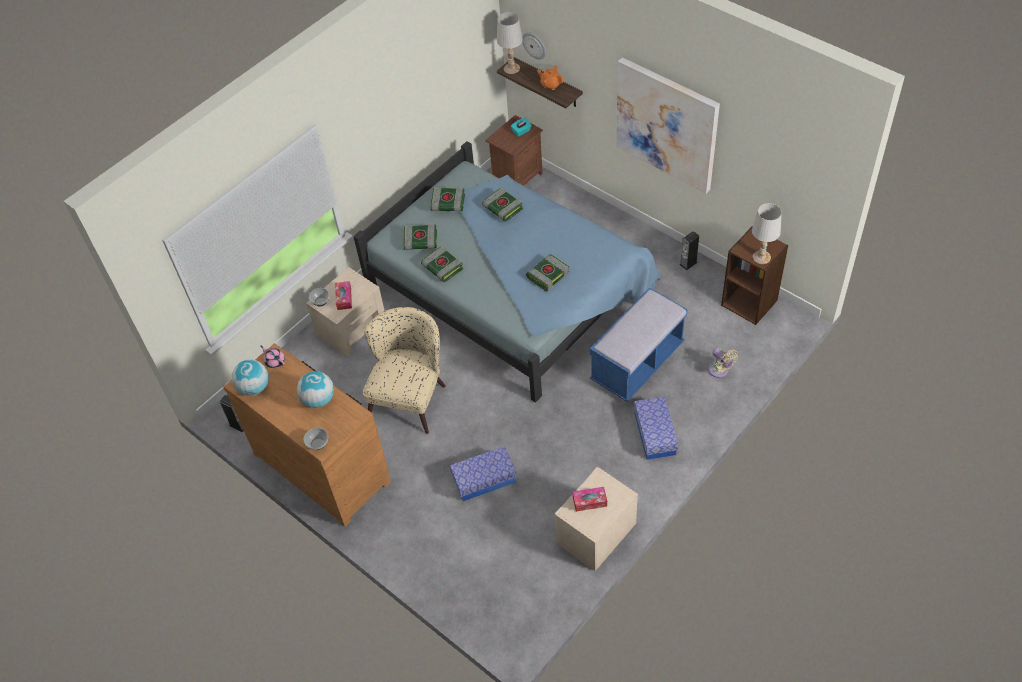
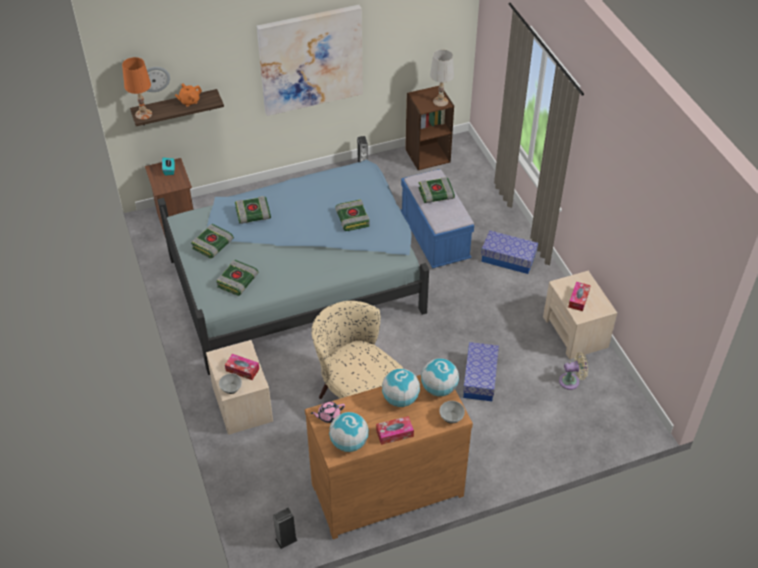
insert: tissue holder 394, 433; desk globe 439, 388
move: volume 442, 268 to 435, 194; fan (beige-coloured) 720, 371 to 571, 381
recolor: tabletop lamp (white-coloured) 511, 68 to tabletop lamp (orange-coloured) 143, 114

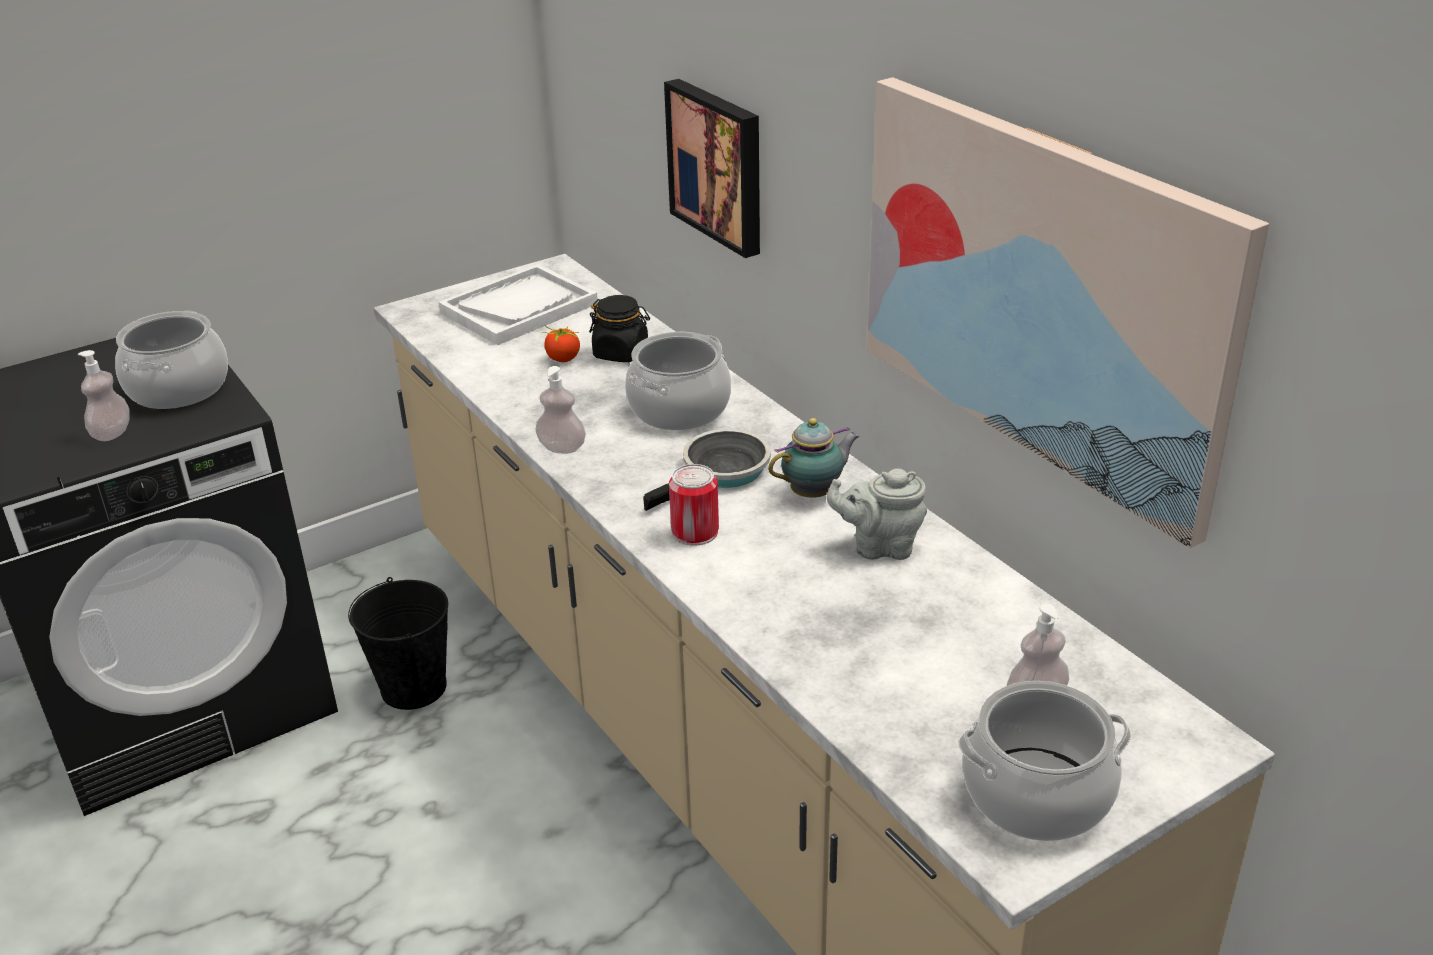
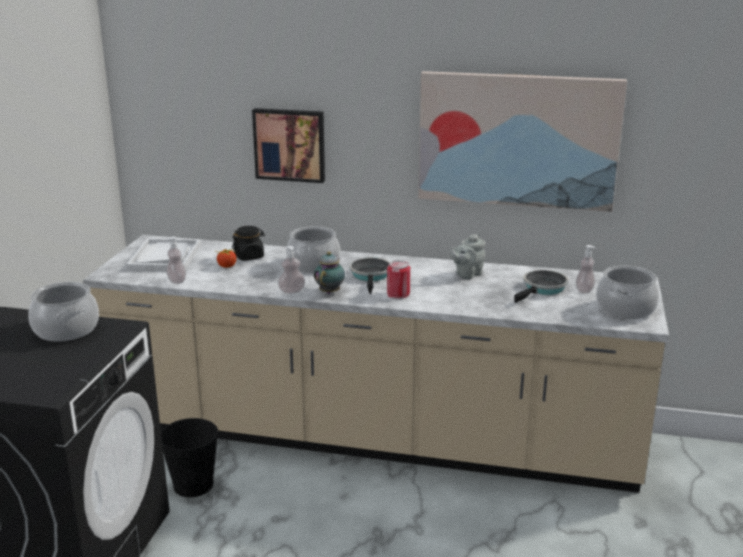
insert: pan 543, 289
move: soap bottle 112, 433 to 177, 281; tea pot 815, 493 to 330, 291

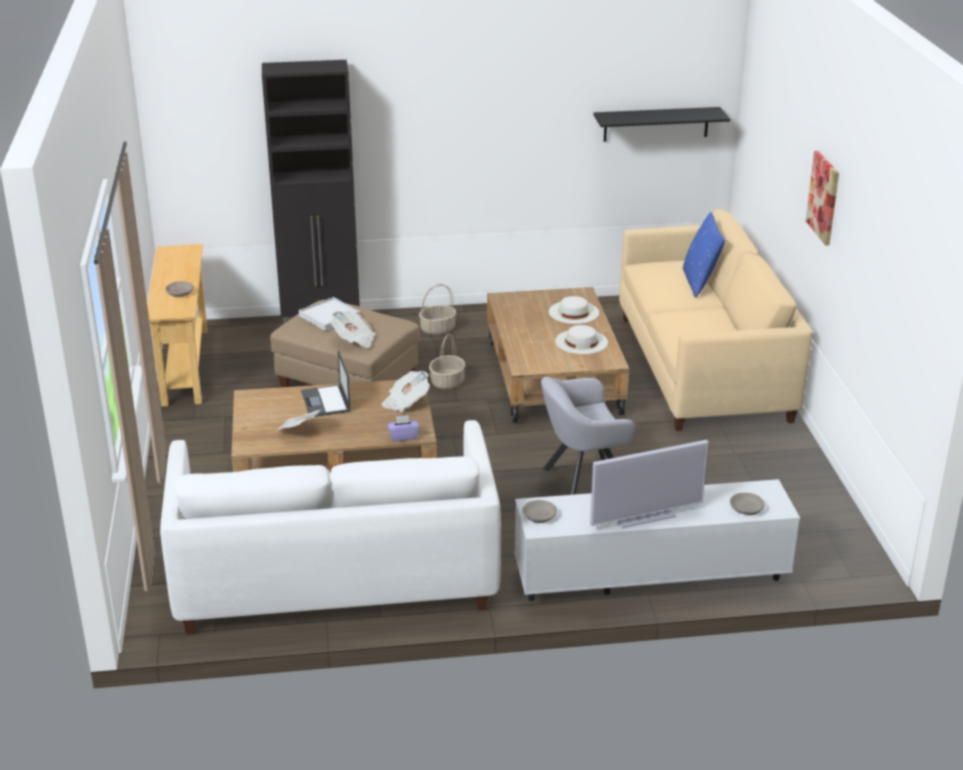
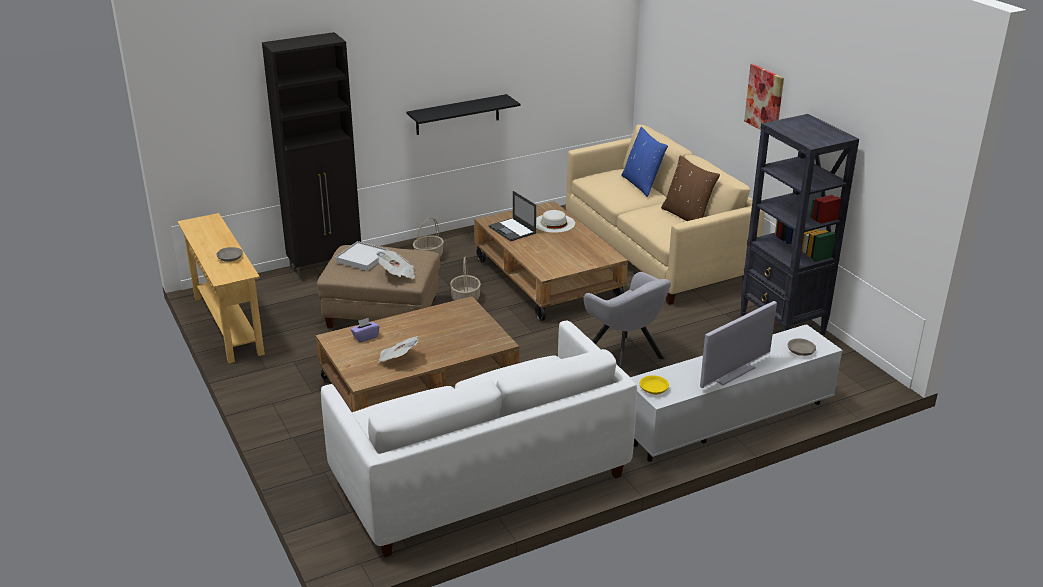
delete: daily paper 405, 402; hat (white-coloured) 581, 341
insert: cushion (brown) 687, 216; bookcase (blackish) 782, 325
move: tissue holder (purplish) 403, 436 to 365, 337; bracket shelf (blackish) 656, 124 to 457, 115; laptop 326, 402 to 512, 230
recolor: deep dish (greyish) 539, 516 to deep dish (yellow) 653, 389
rotate: easy chair (greyish) 581, 482 = 625, 358 90 degrees counterclockwise

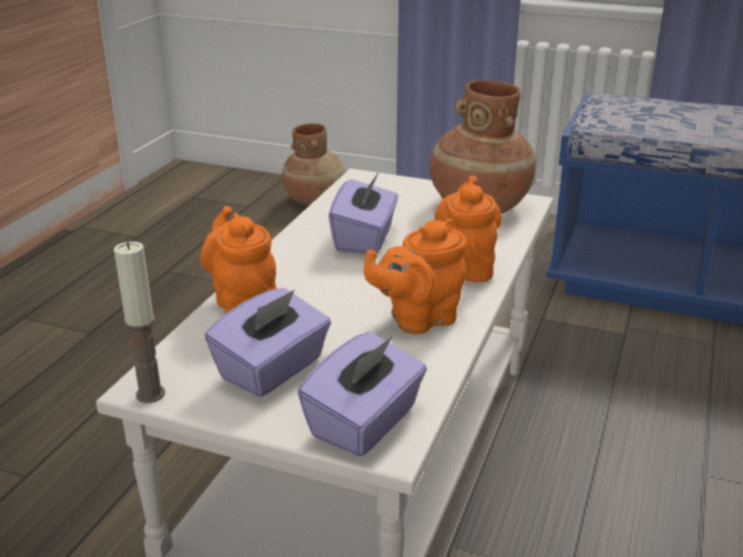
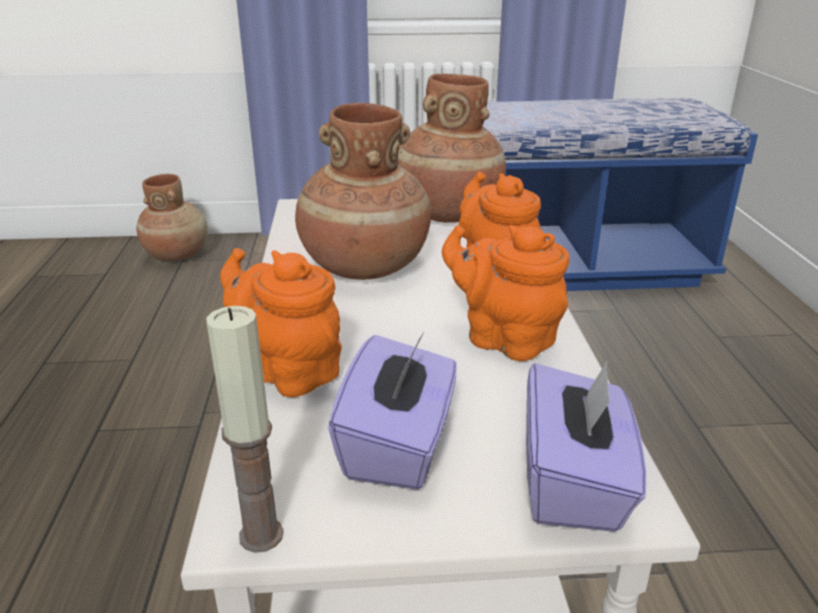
replace: tissue holder (purplish) 365, 239 to vase (brown) 364, 266
rotate: tea pot (orange-coloured) 418, 319 = 504, 339 90 degrees clockwise

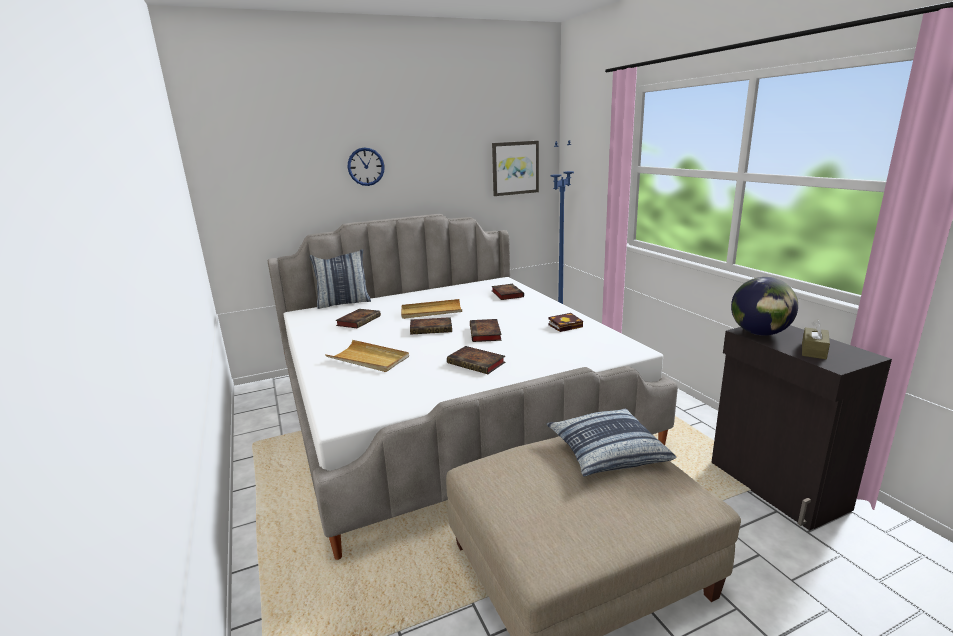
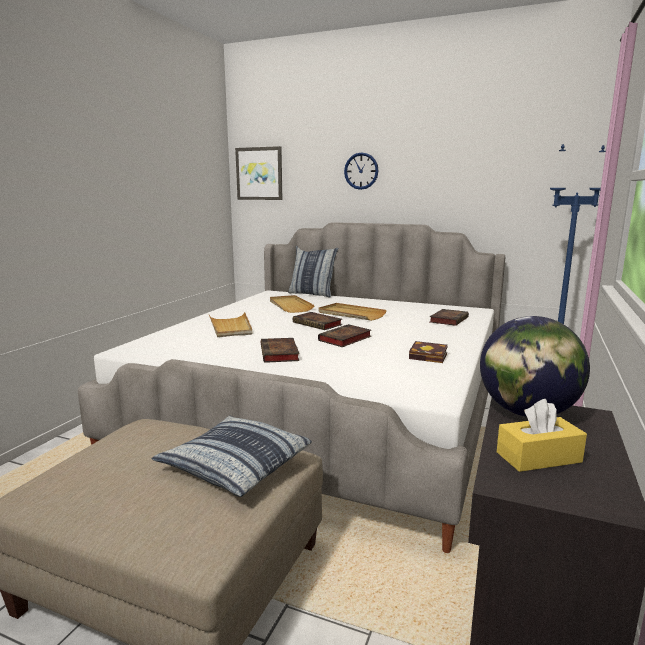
move: wall art 515, 168 to 259, 173
replace: volume 359, 320 to tray (beige-coloured) 290, 306
recolor: tissue holder (brown) 813, 350 to tissue holder (yellow) 538, 457

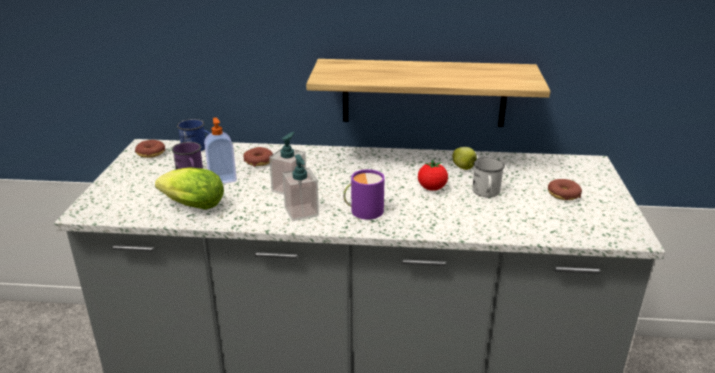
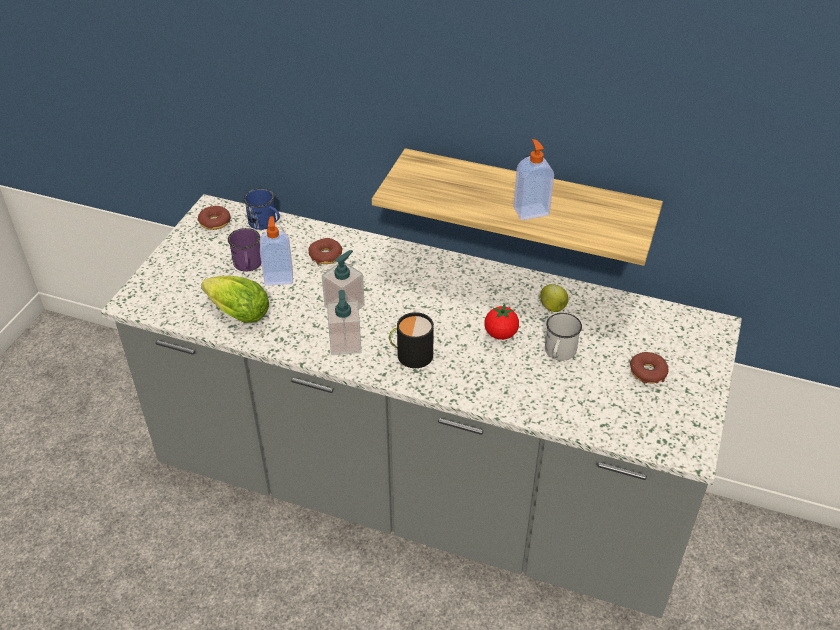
insert: soap bottle 530, 211
recolor: tea mug (purplish) 363, 210 to tea mug (blackish) 411, 354

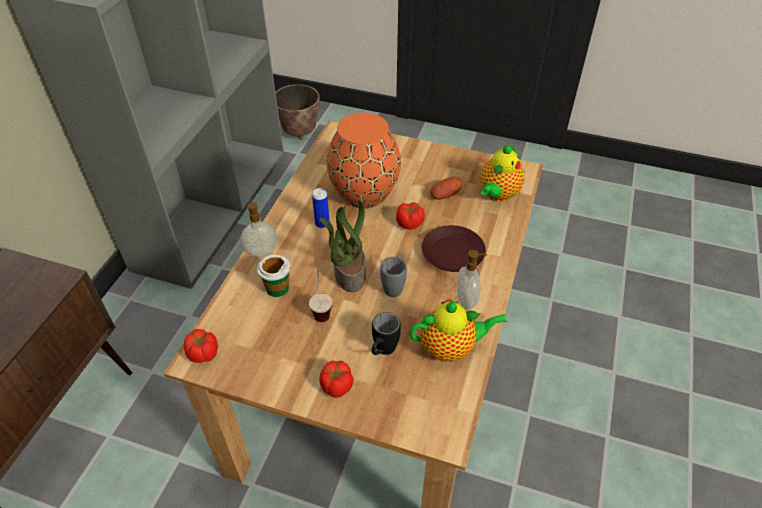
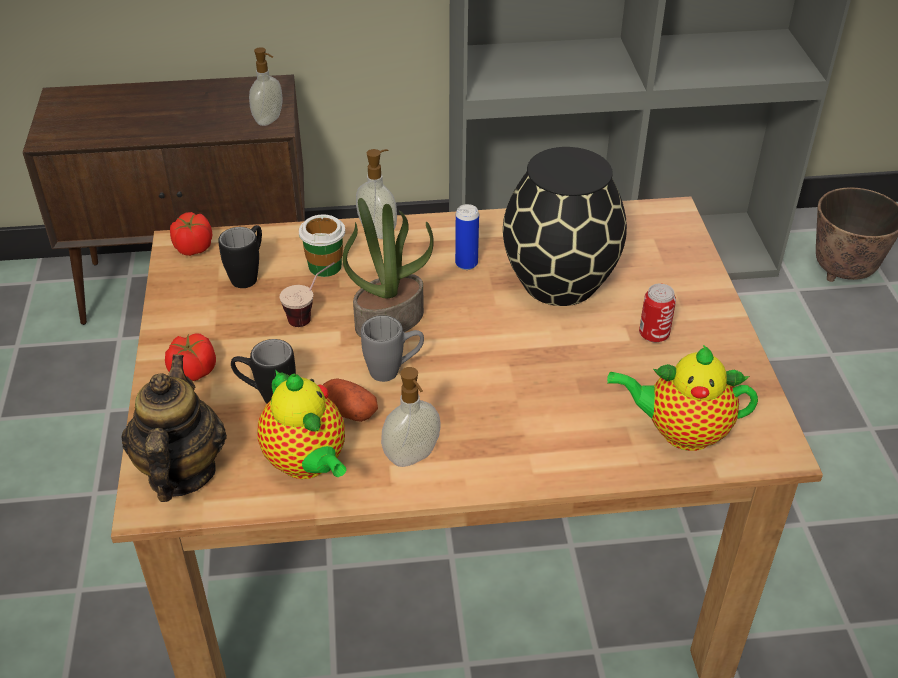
delete: tomato 410, 223; plate (brown) 452, 254
insert: tea pot 181, 472; tea mug (blackish) 249, 275; soap bottle 269, 120; sealed can 653, 335
move: whole potato 445, 195 to 348, 411
recolor: vase (orange-coloured) 365, 193 to vase (blackish) 560, 284

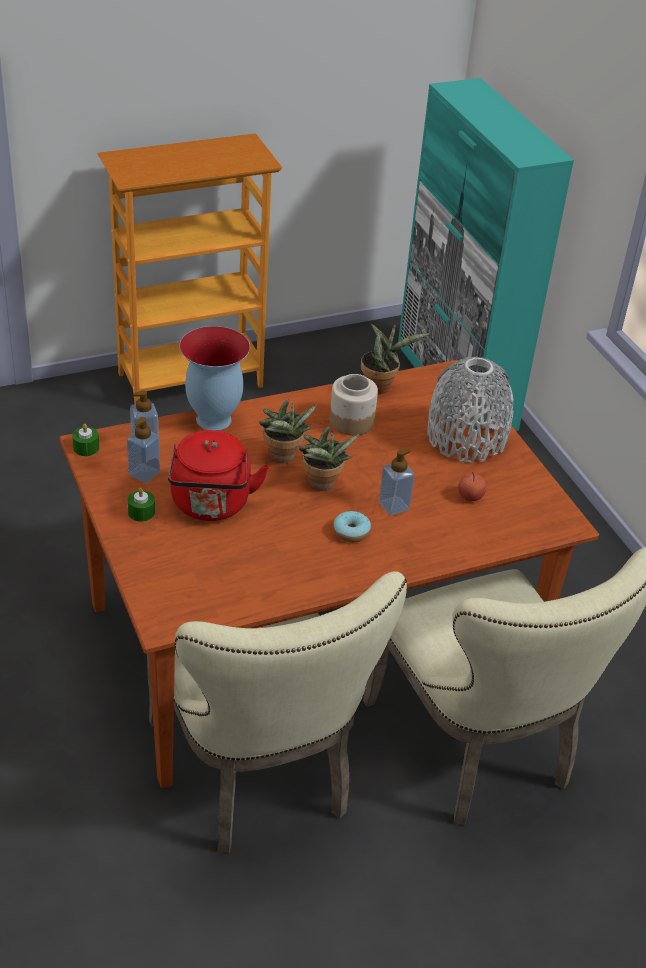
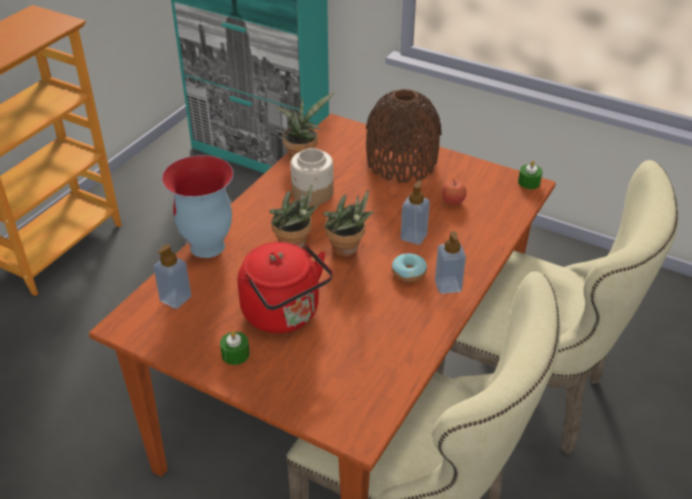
move: soap bottle 144, 473 to 448, 285; candle (green-coloured) 86, 448 to 529, 182
recolor: vase (greyish) 466, 438 to vase (brown) 401, 163

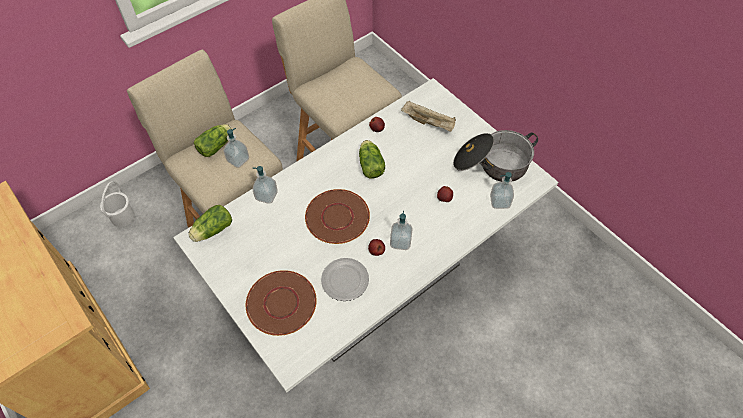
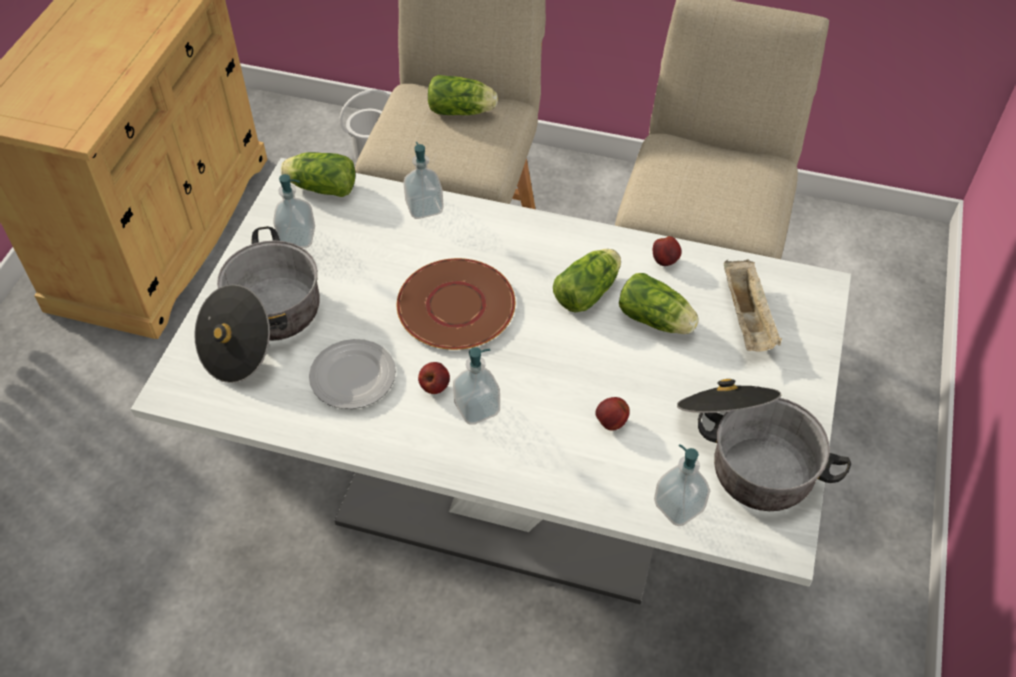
insert: lettuce head 657, 321
move: soap bottle 238, 160 to 297, 237
replace: plate (brown) 282, 303 to saucepot 262, 326

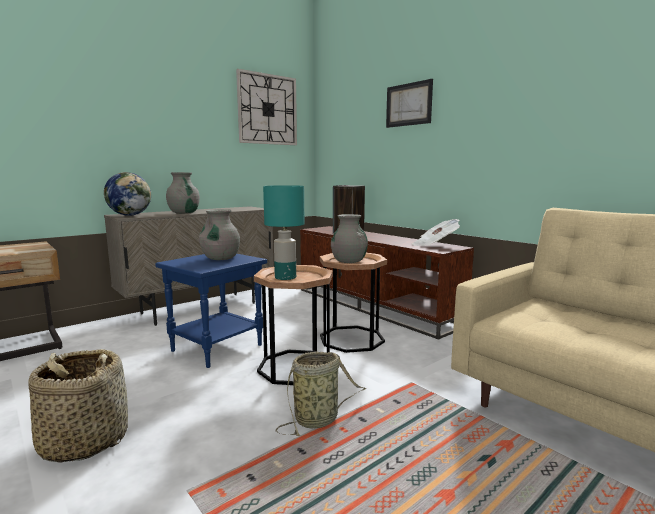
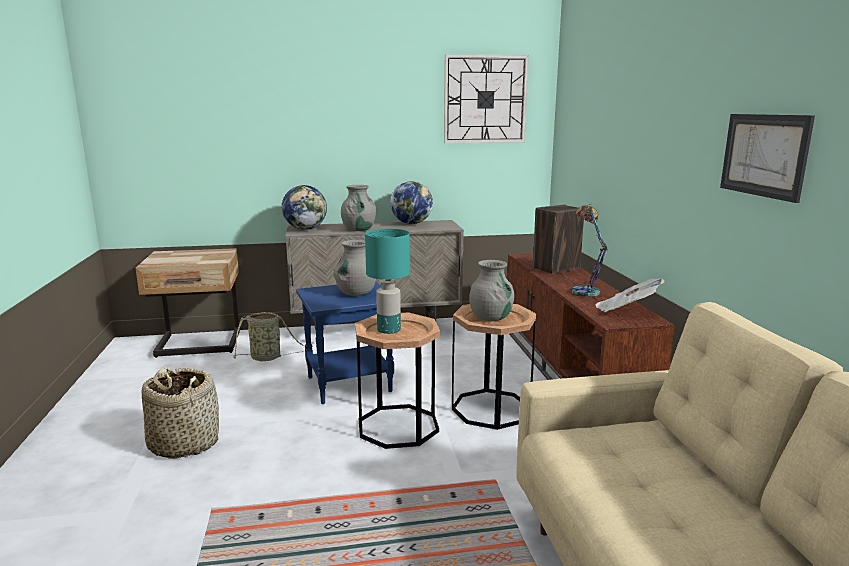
insert: desk globe 411, 223; tabletop lamp 585, 290
move: basket 319, 419 to 268, 358; wall art 408, 104 to 764, 155

